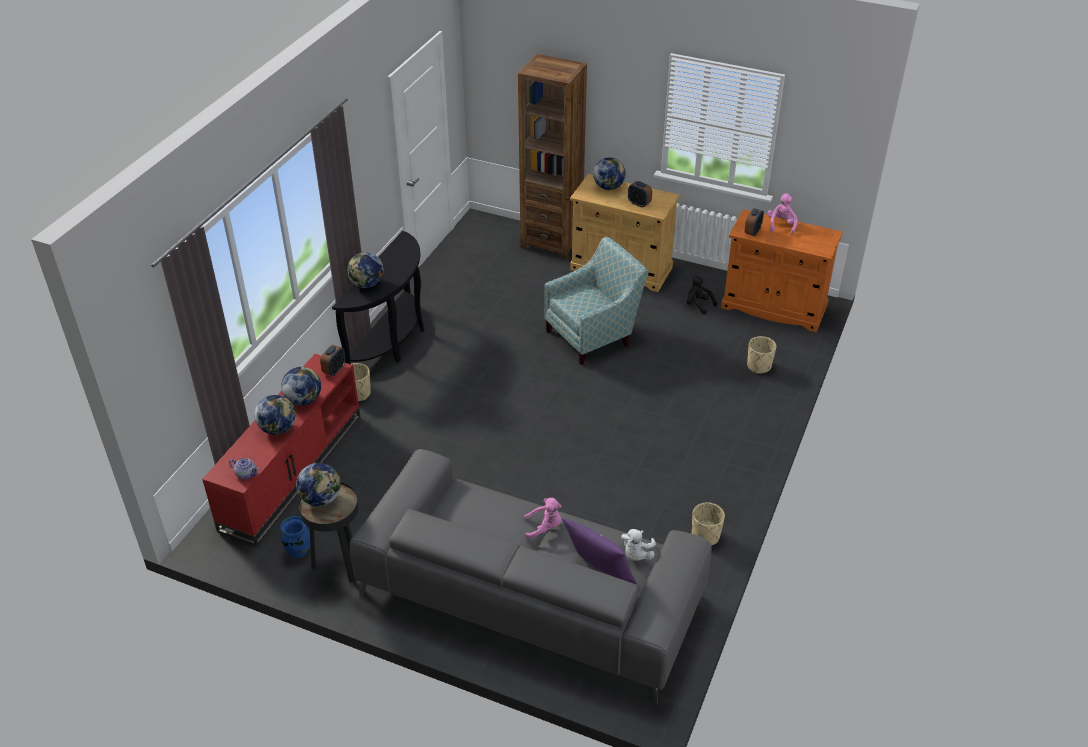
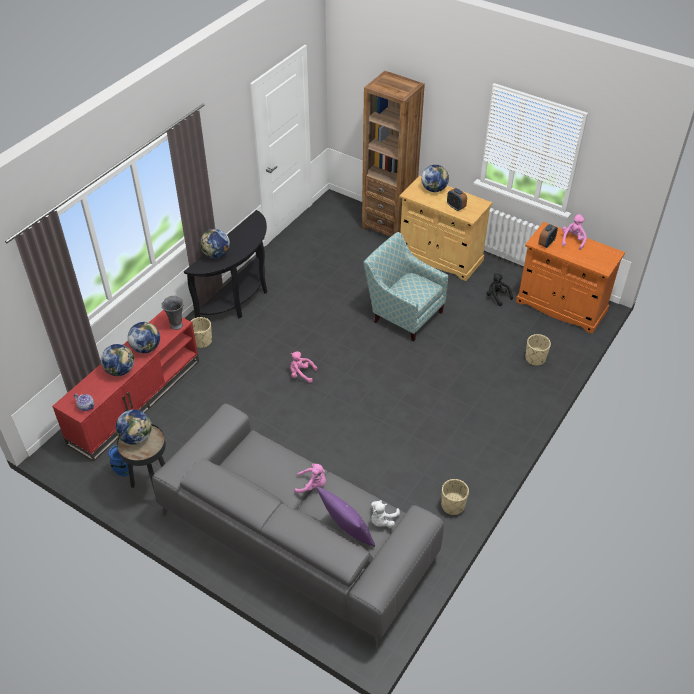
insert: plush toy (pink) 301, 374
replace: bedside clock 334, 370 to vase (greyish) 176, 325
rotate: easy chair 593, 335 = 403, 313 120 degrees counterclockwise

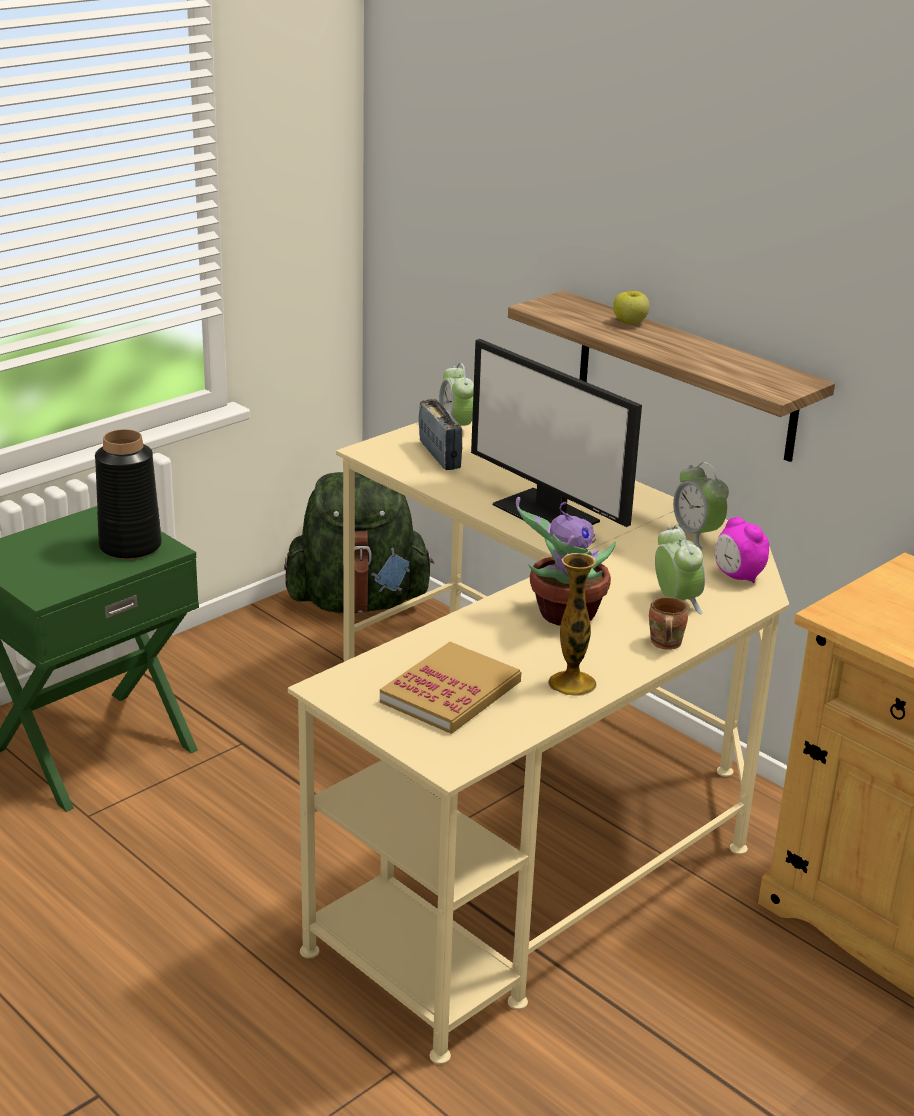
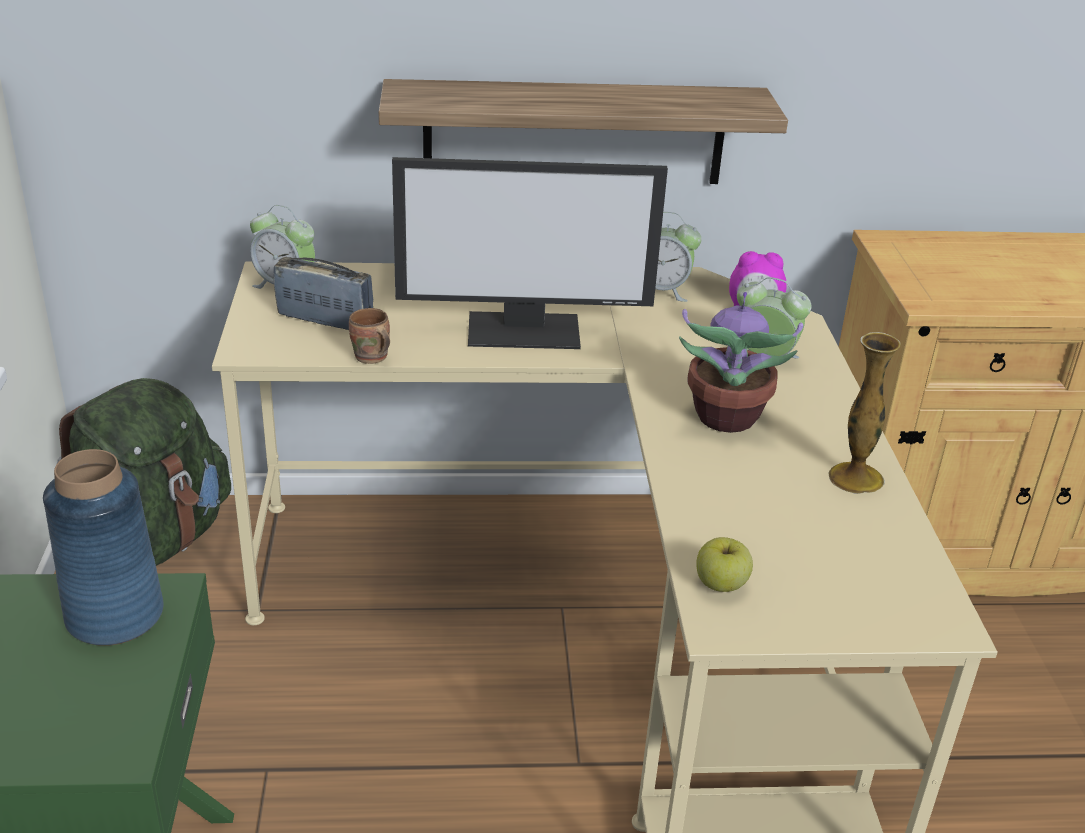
delete: volume 451, 692
move: tea mug (brown) 663, 644 to 370, 358; apple fruit 630, 322 to 721, 585
recolor: vase (blackish) 131, 546 to vase (blue-coloured) 116, 615

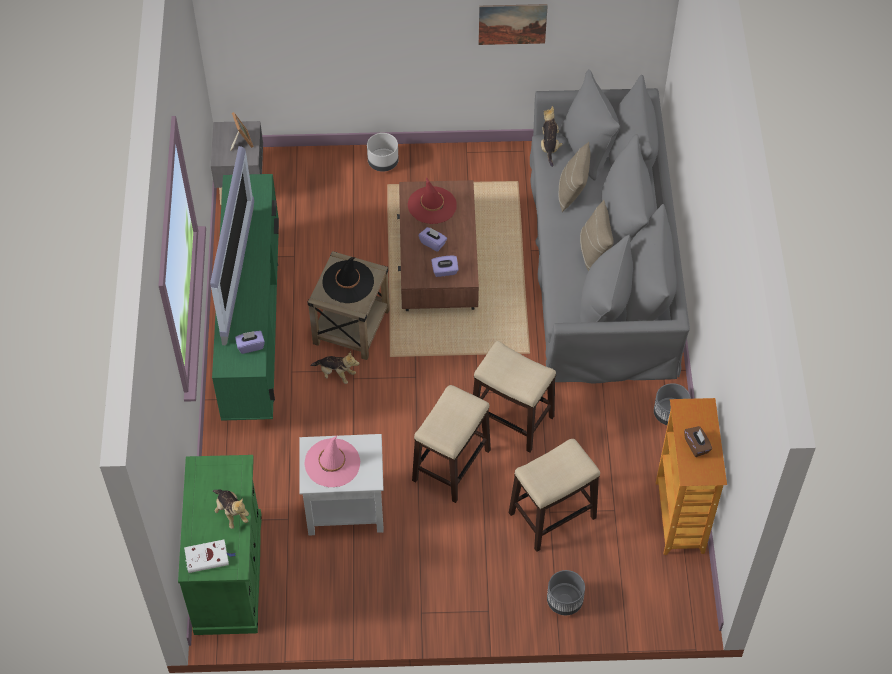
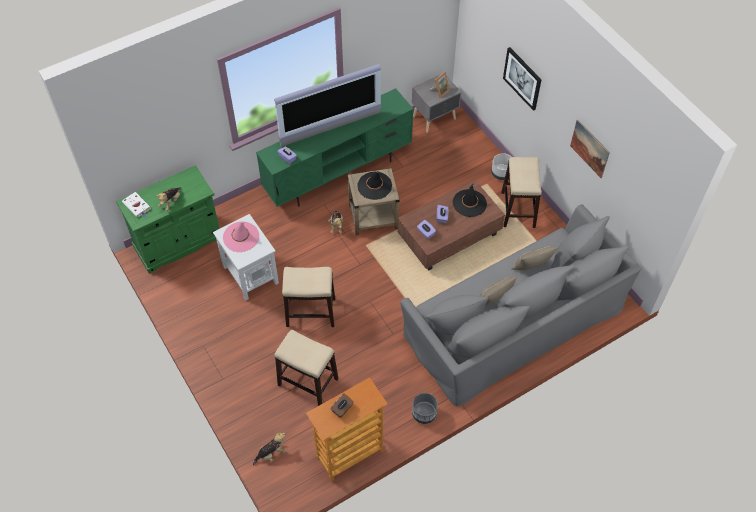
delete: flower pot (greyish) 564, 601
insert: wall art 522, 78
move: plush toy 549, 146 to 271, 453; stool 512, 419 to 518, 210
recolor: hat (red) 432, 205 to hat (blackish) 469, 203

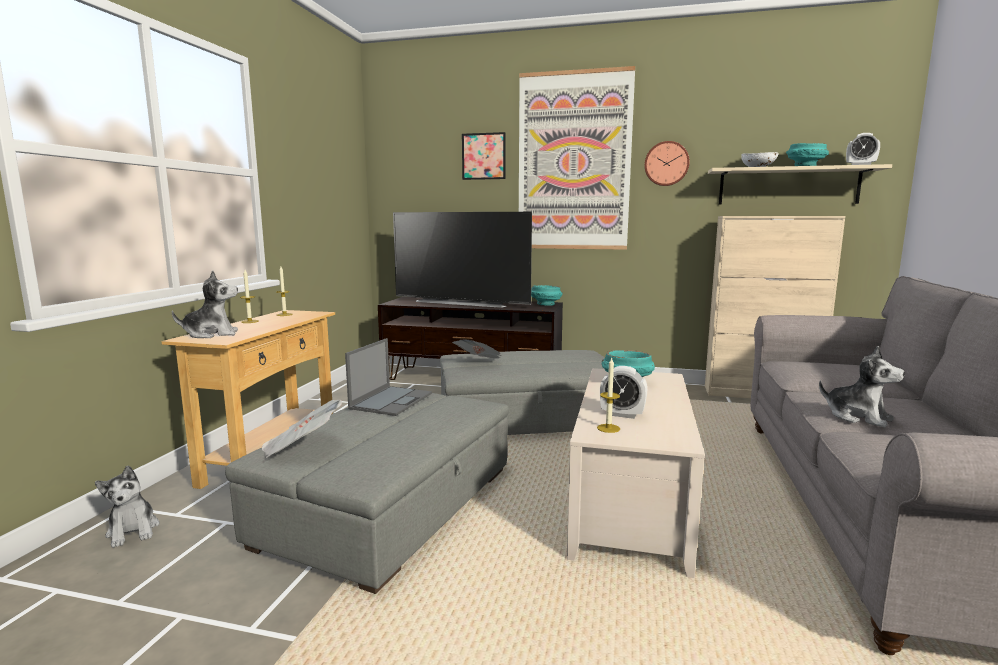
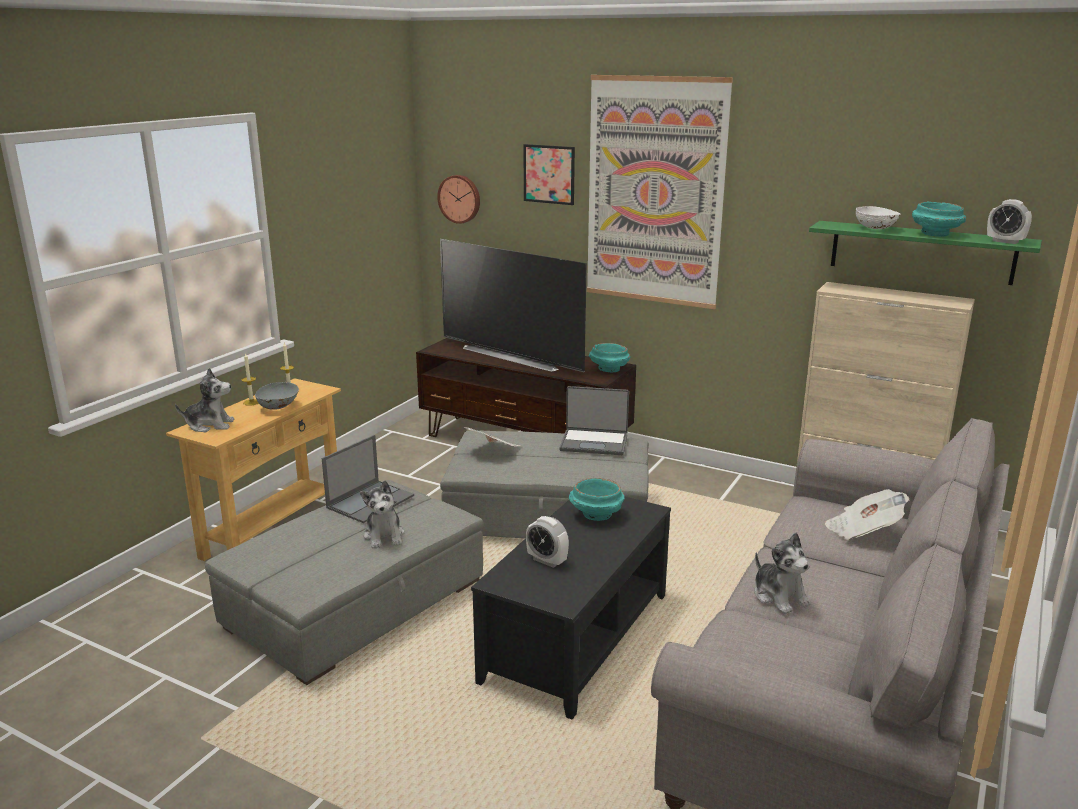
delete: candle 608, 428
insert: deep dish (greyish) 278, 407; laptop 594, 443
move: plush toy 133, 531 to 384, 536; wall clock 666, 164 to 460, 199; daily paper 301, 448 to 863, 531
recolor: low table (beige-coloured) 631, 503 to low table (blackish) 577, 637; bracket shelf (beige-coloured) 788, 186 to bracket shelf (green-coloured) 921, 252

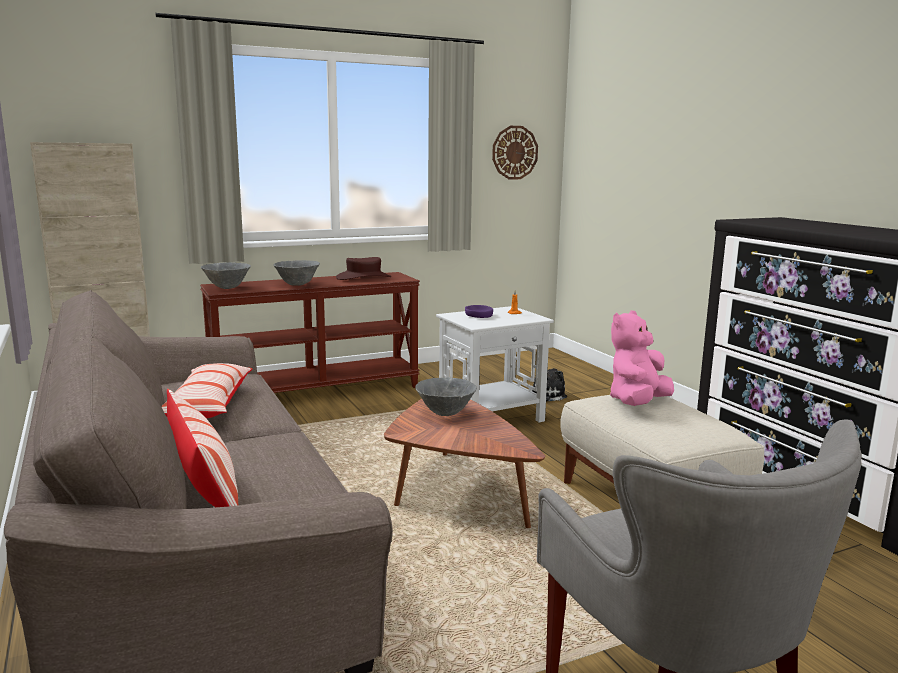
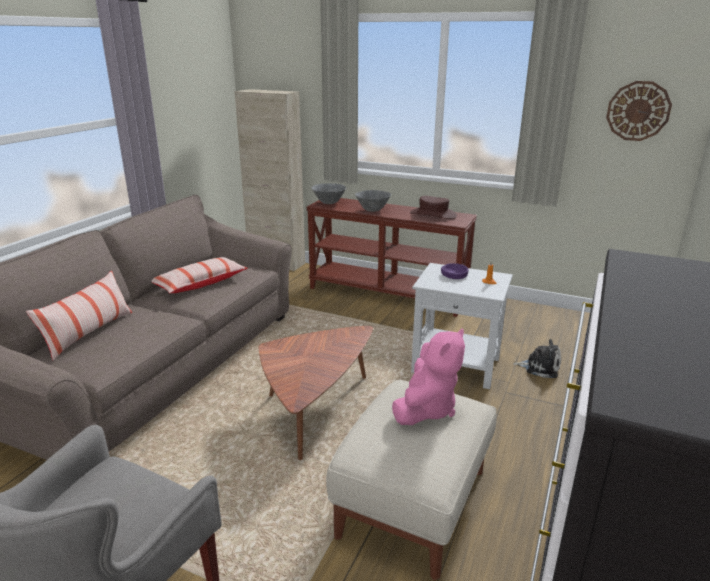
delete: deep dish (greyish) 446, 413
rotate: plush toy (pink) 637, 402 = 426, 409 120 degrees clockwise

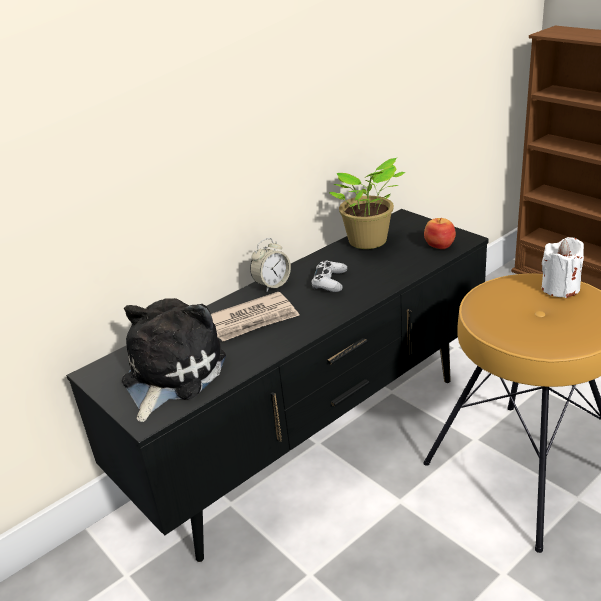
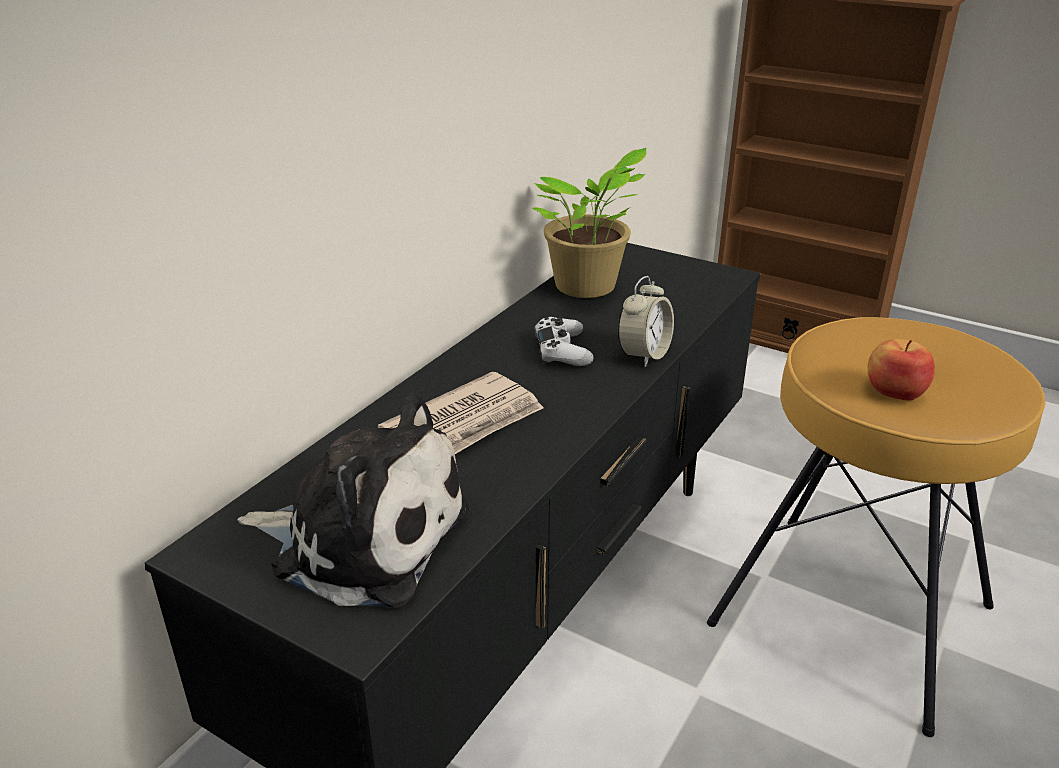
delete: candle (white-coloured) 560, 288
move: bedside clock 272, 284 to 644, 355; apple fruit 439, 245 to 895, 391
rotate: plush toy 170, 375 = 363, 537 105 degrees clockwise

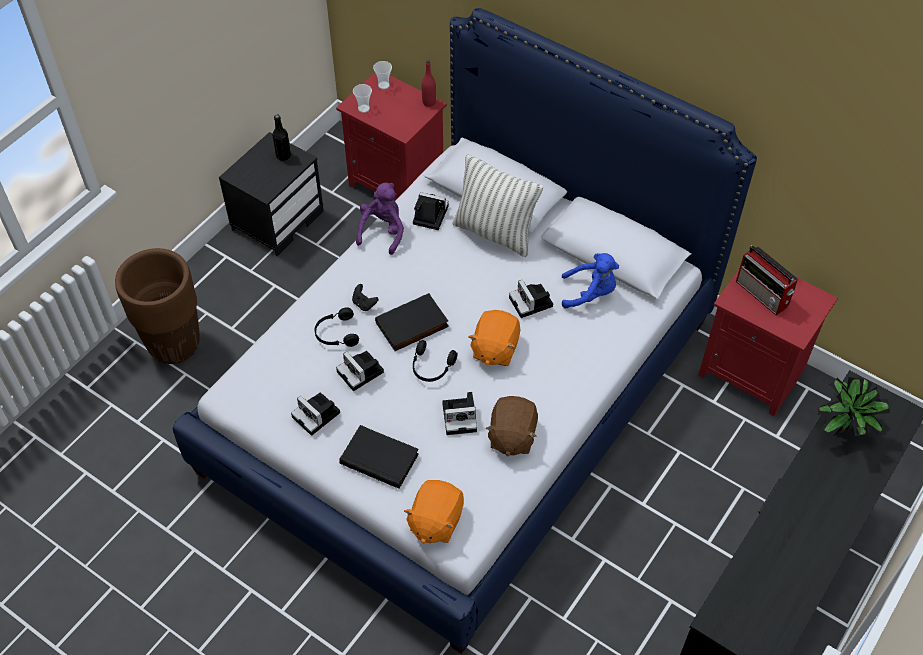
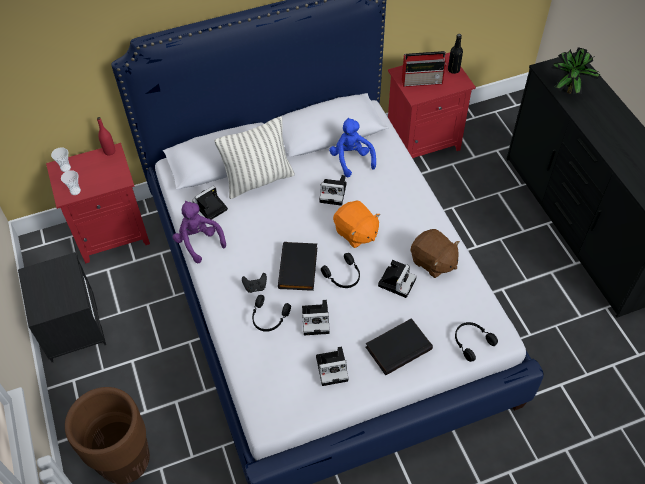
move: bottle (blackish) 283, 156 to 453, 70
replace: plush toy (orange-coloured) 435, 521 to pair of headphones (blackish) 471, 342
rotate: plush toy (blue-coloured) 590, 293 = 351, 159 60 degrees counterclockwise

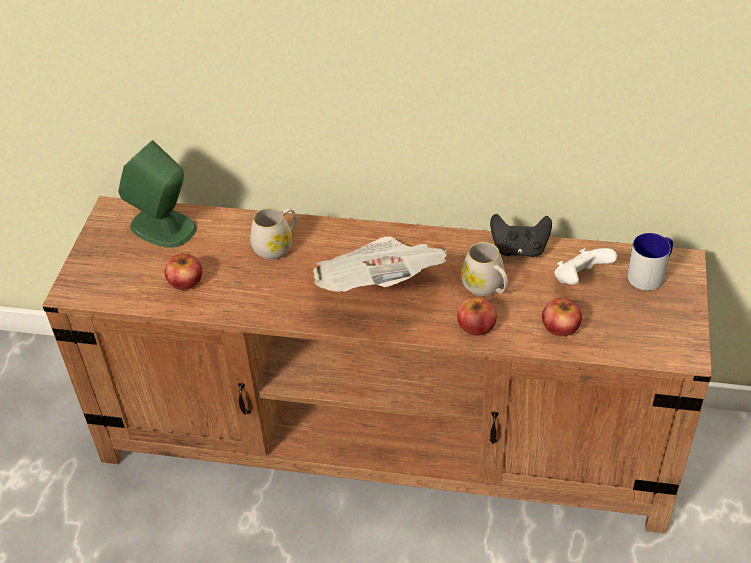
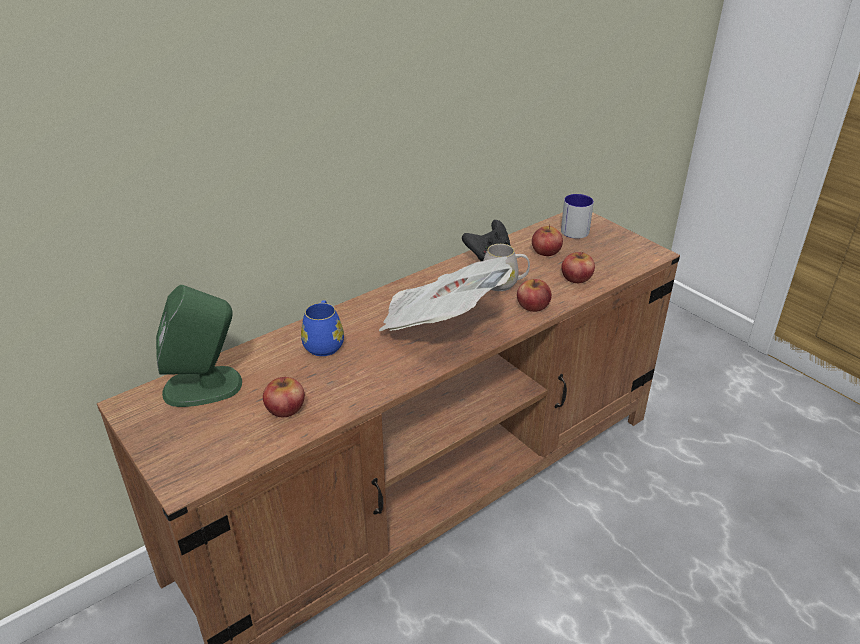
replace: joypad (white-coloured) 580, 280 to apple fruit 546, 251
recolor: tea mug (white-coloured) 277, 246 to tea mug (blue-coloured) 324, 343

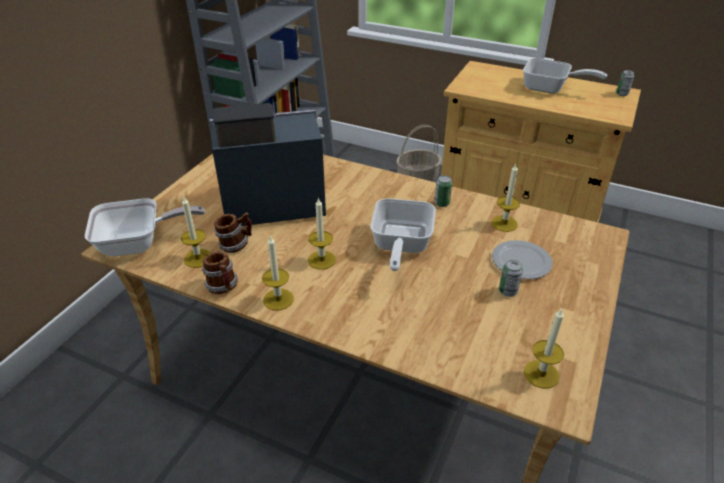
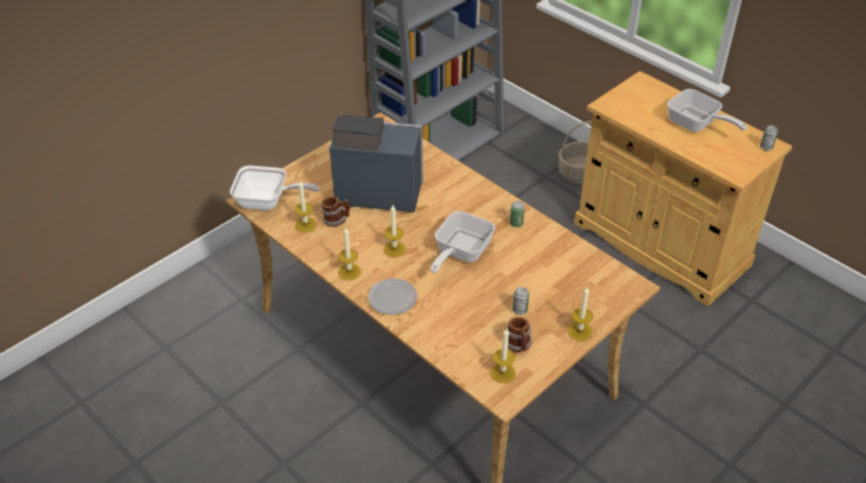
move: plate 520, 262 to 391, 298; tea mug 223, 287 to 518, 346; candle 504, 223 to 579, 331

